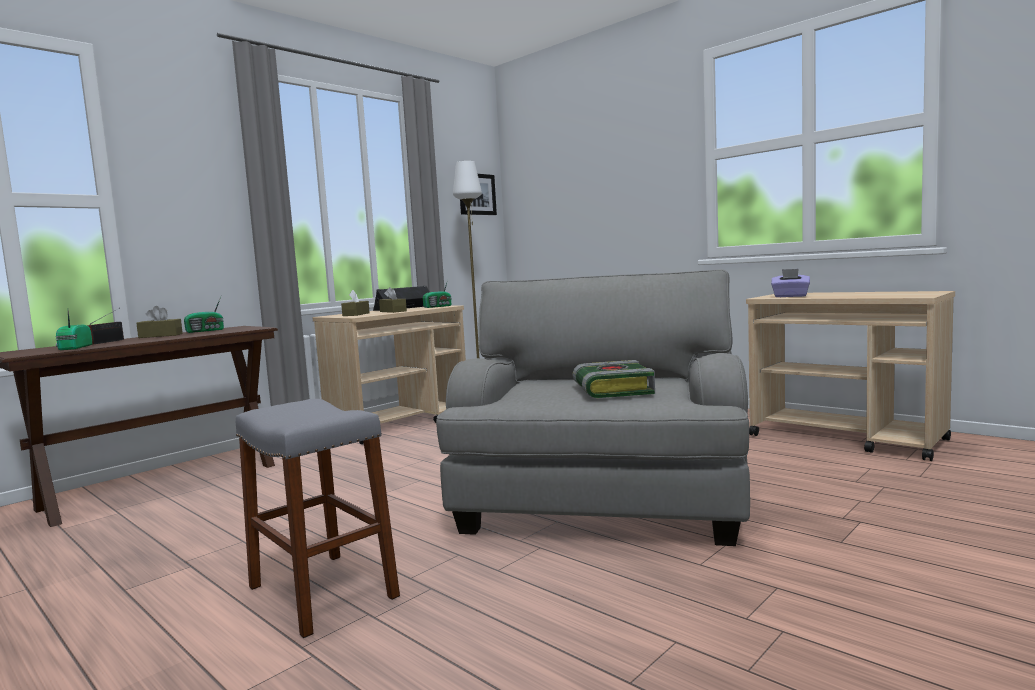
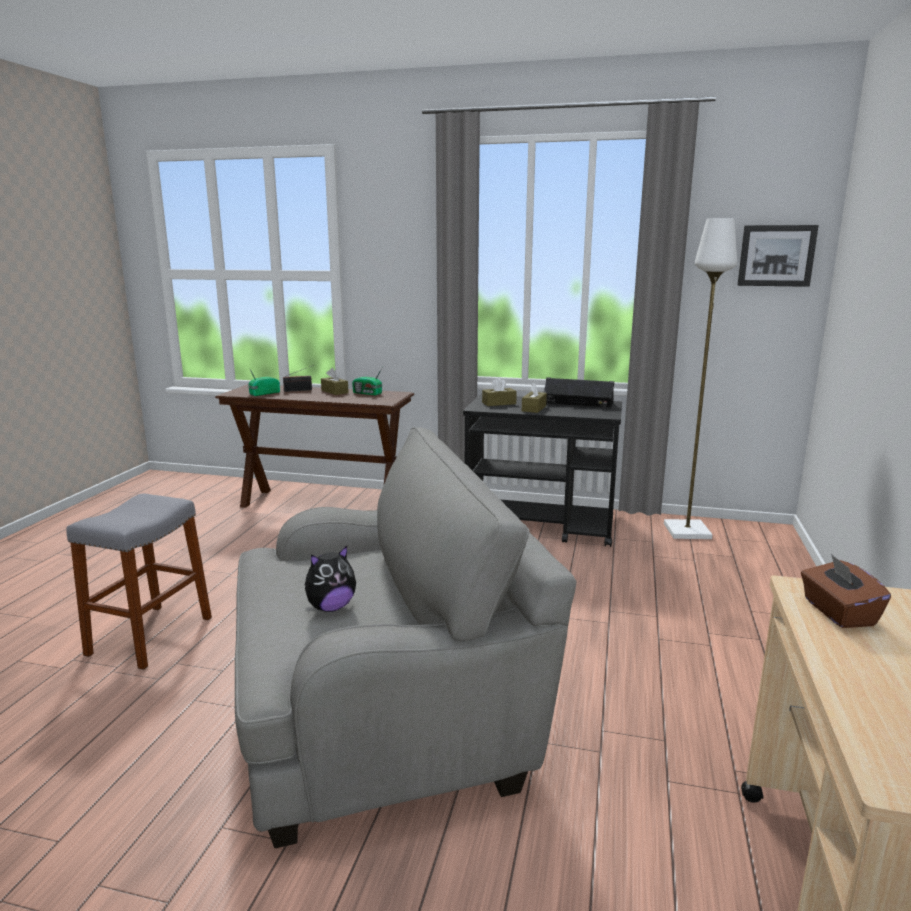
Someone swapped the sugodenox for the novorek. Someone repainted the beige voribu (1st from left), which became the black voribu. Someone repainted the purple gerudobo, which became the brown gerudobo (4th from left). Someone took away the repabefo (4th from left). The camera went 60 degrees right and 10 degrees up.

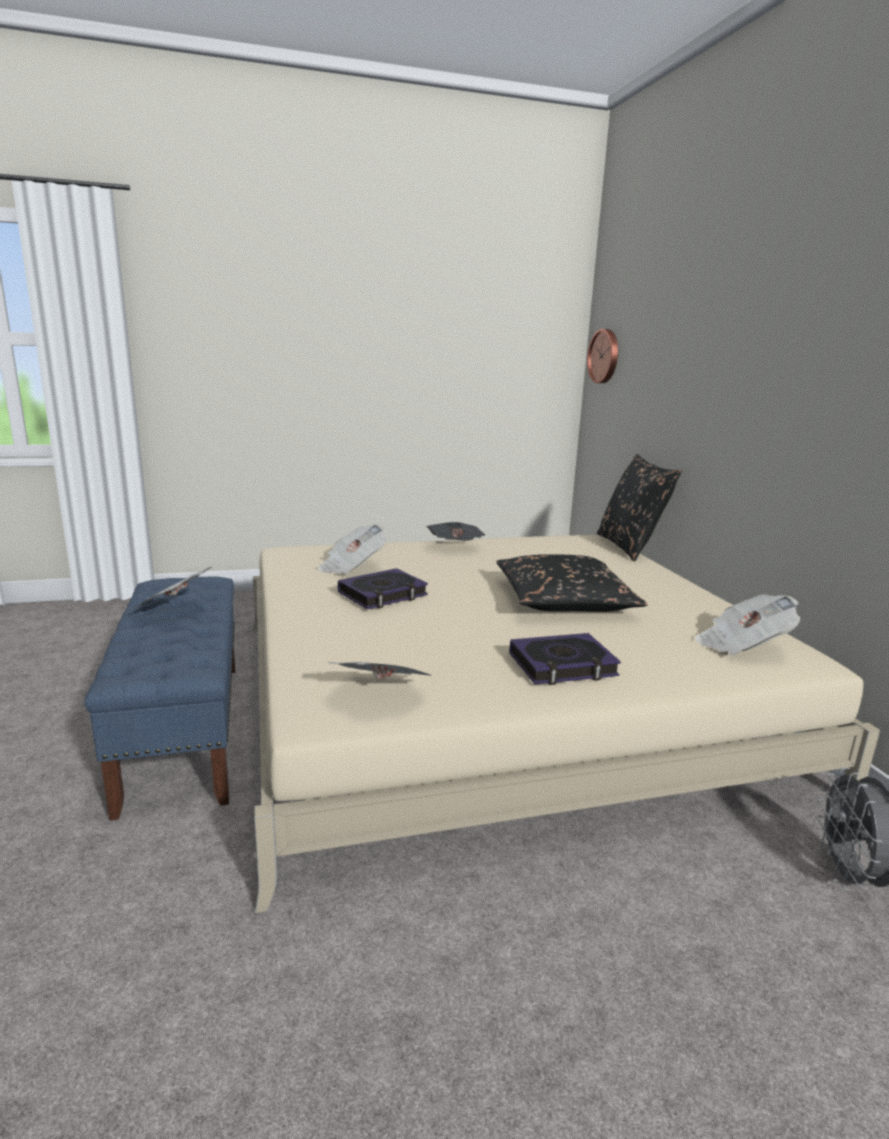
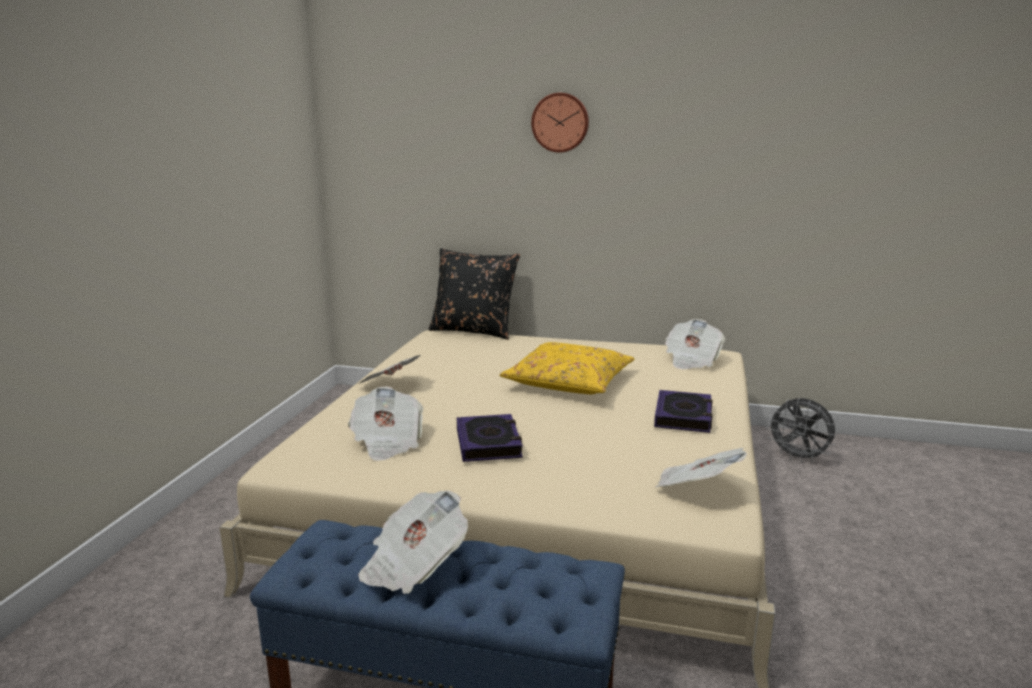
Someone repainted the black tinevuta (1st from left), which became the yellow tinevuta. Someone carried the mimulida. The camera went 60 degrees left and 0 degrees up.

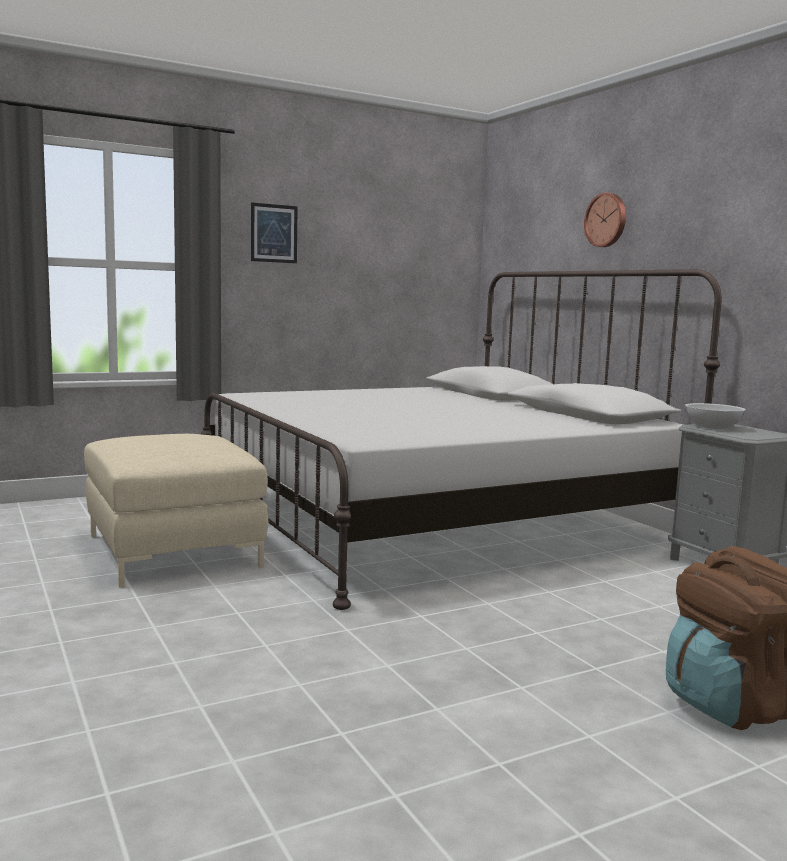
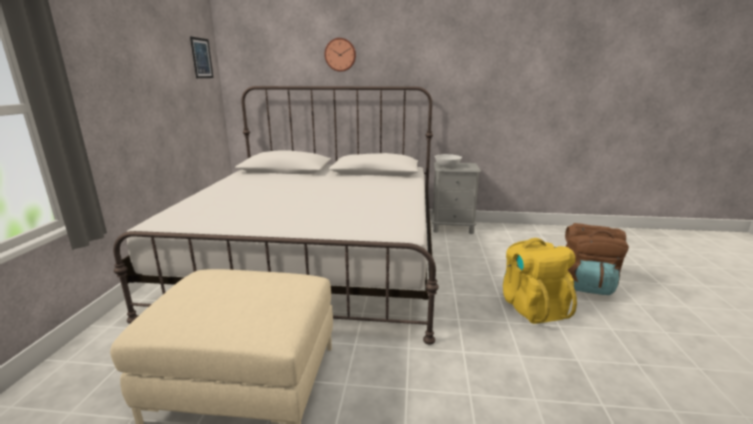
Someone carried the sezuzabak. Someone put down the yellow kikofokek. The camera went 55 degrees left and 10 degrees up.

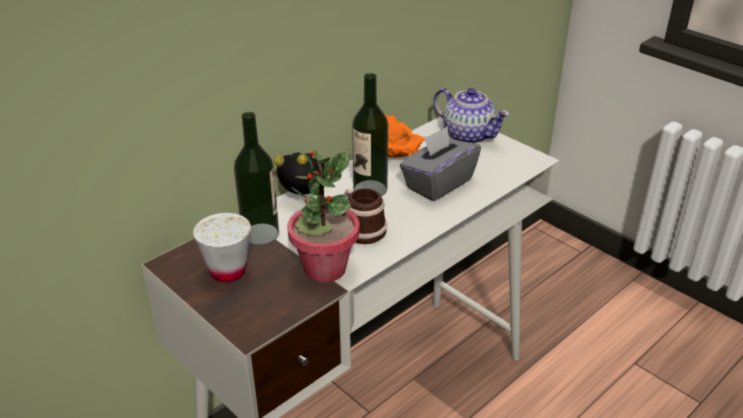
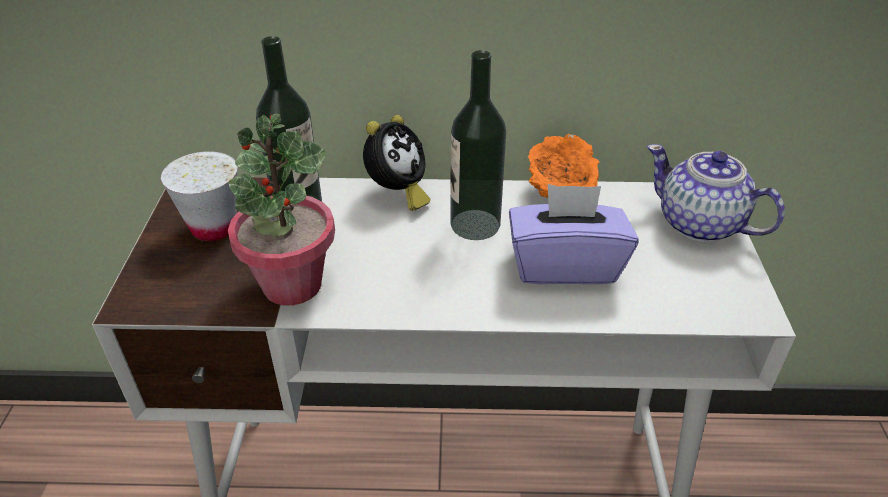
Someone rotated the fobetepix by 60 degrees clockwise. Someone repainted the grey gerudobo, which became the purple gerudobo. Someone rotated the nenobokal by 135 degrees clockwise. Someone took away the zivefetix. The camera went 45 degrees right and 5 degrees up.

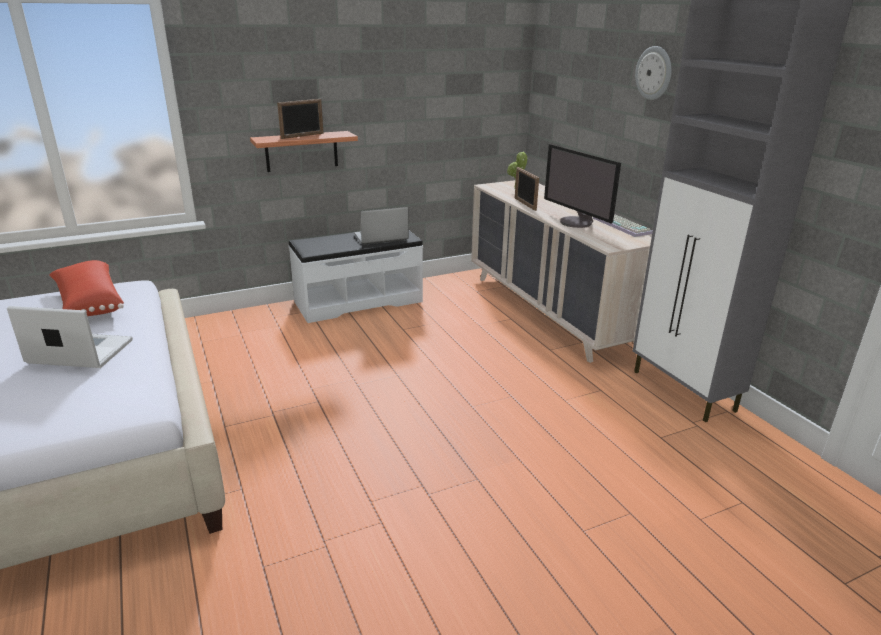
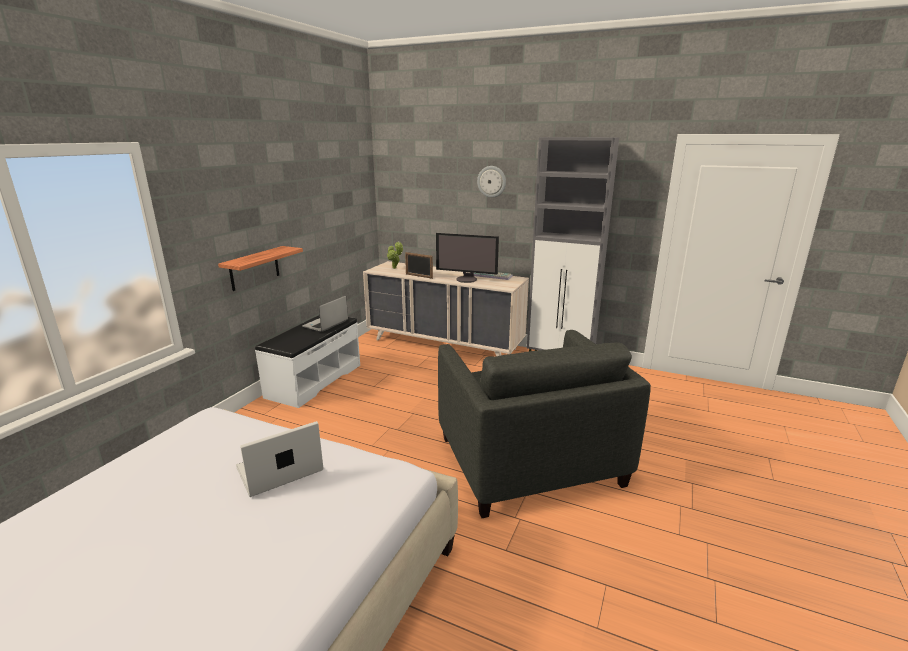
Someone put down the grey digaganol. Someone took away the red tinevuta. Someone took away the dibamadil (1st from left). The camera went 40 degrees left and 5 degrees down.

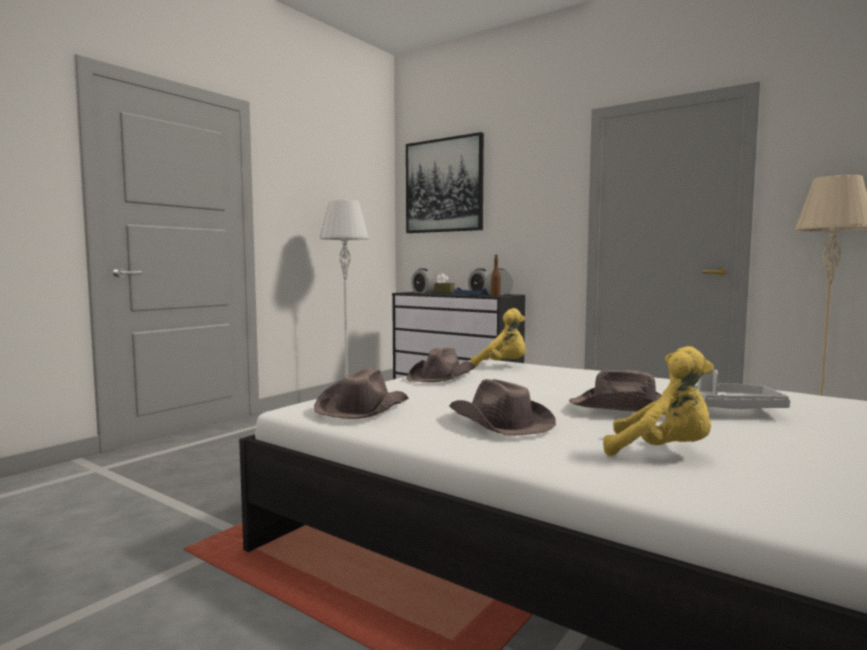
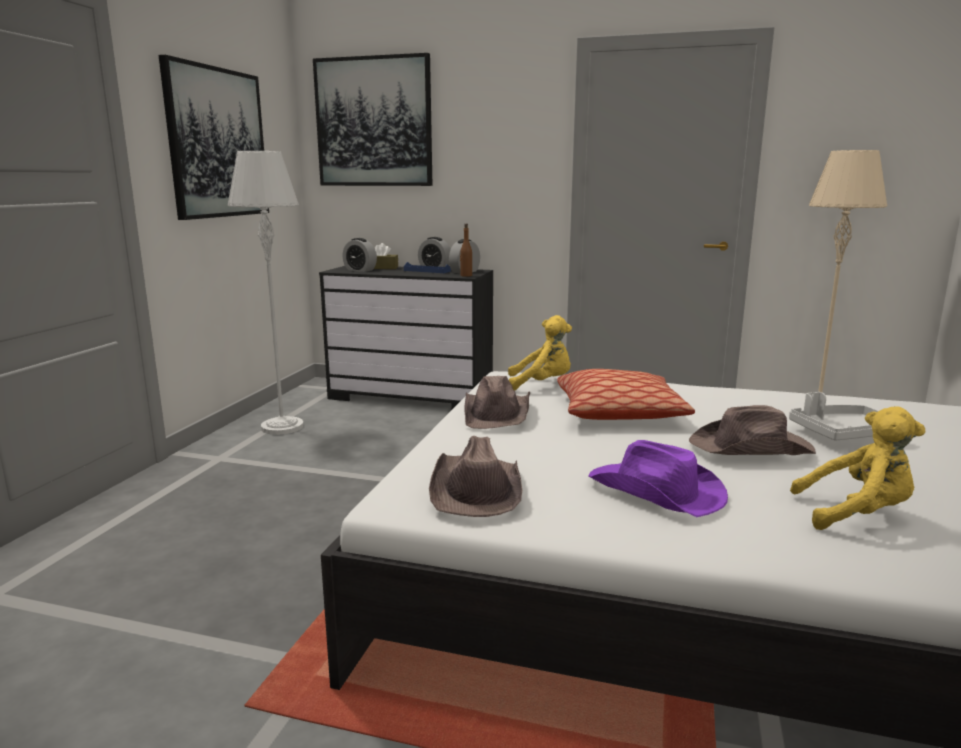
Someone put up the sezuzabak (1st from left). Someone put down the tinevuta. Someone repainted the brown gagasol (3rd from left), which became the purple gagasol. The camera went 20 degrees left and 10 degrees up.

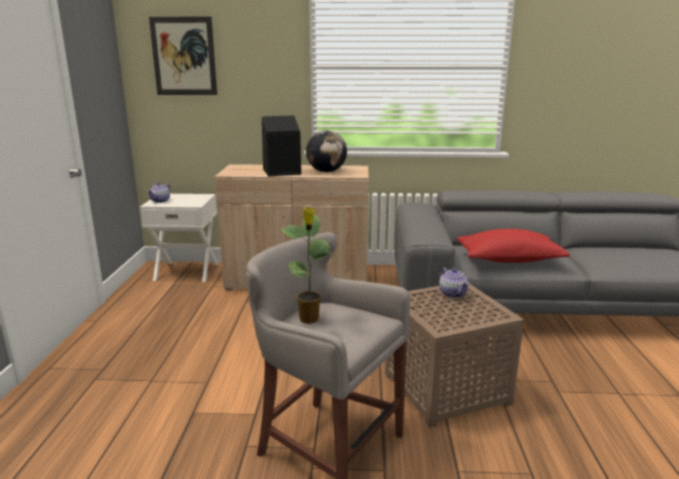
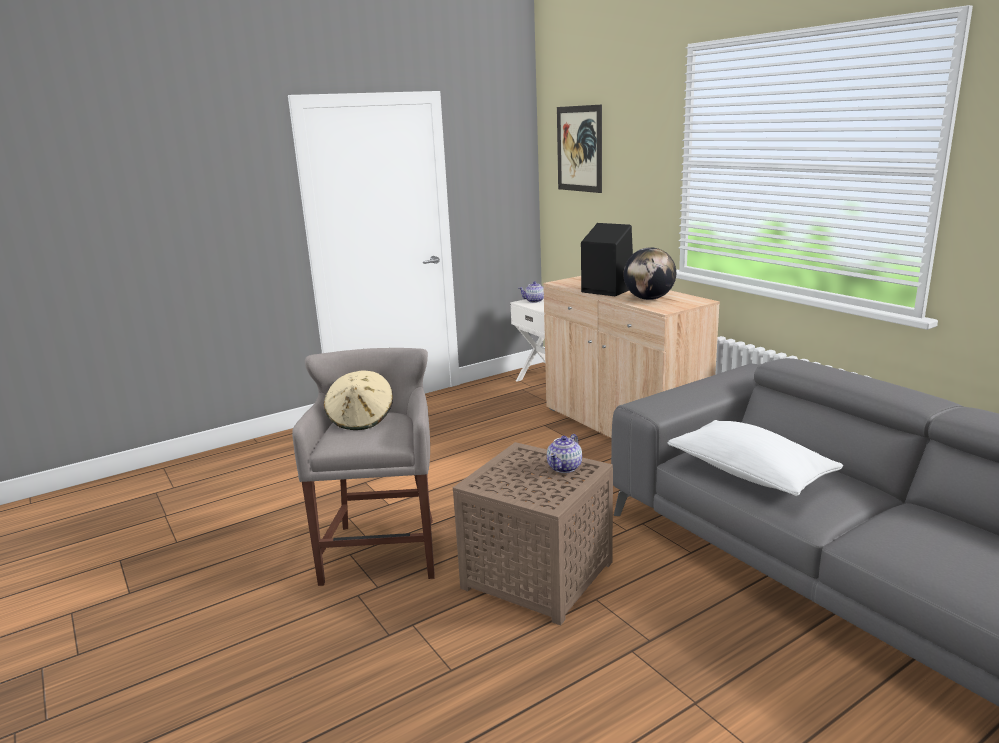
Someone swapped the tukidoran for the beige gagasol. Someone repainted the red tinevuta, which became the white tinevuta. The camera went 55 degrees right and 0 degrees up.

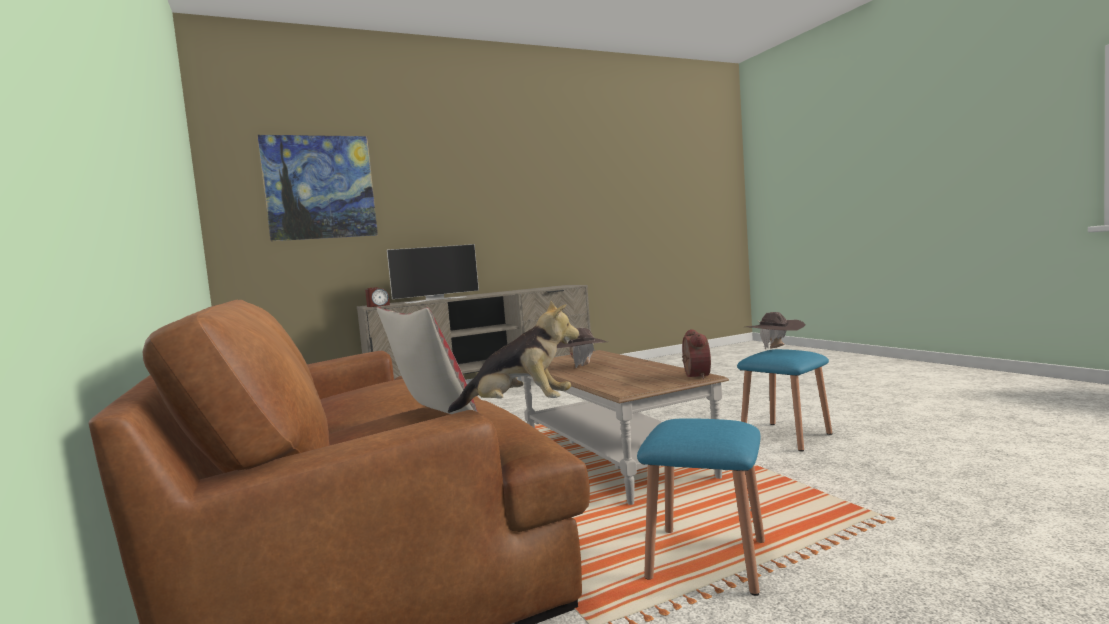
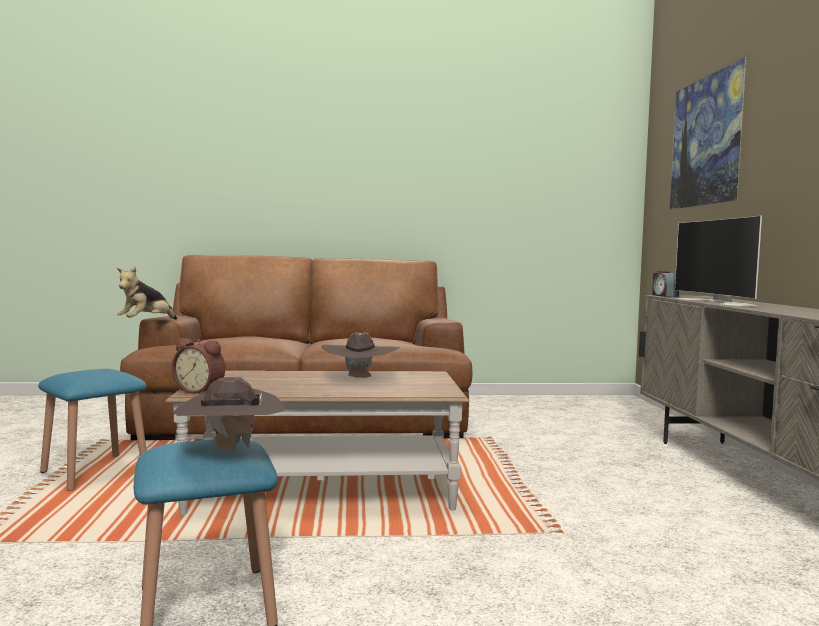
Someone took away the tinevuta. The camera went 110 degrees right and 0 degrees up.

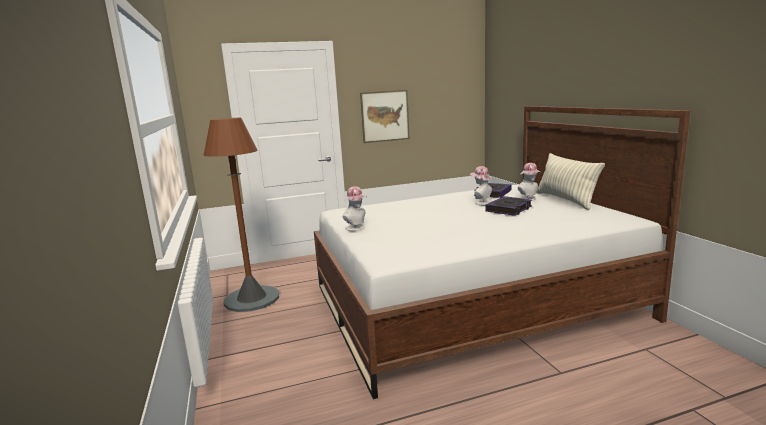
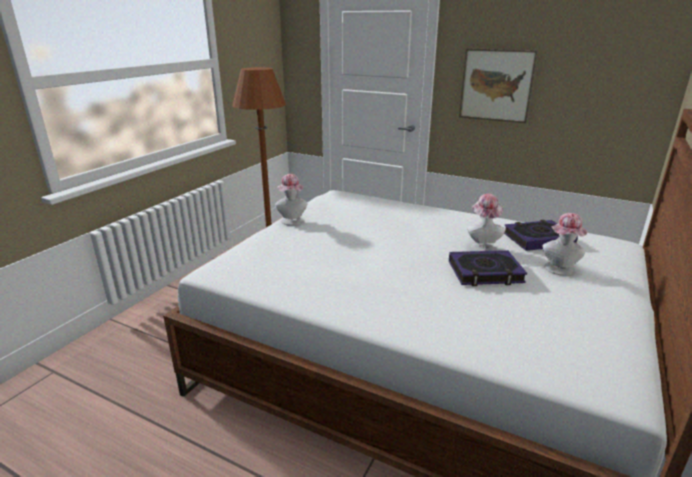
Someone took away the tinevuta. The camera went 45 degrees right and 10 degrees up.

